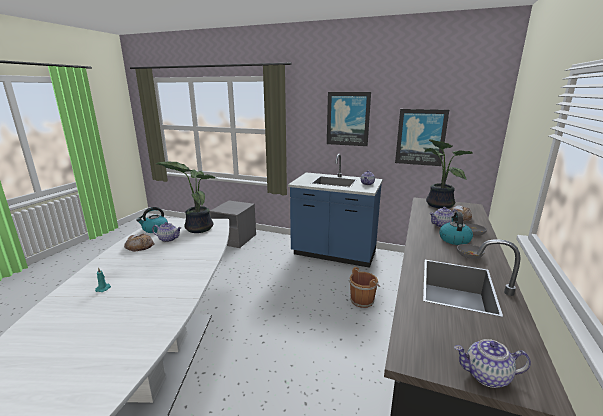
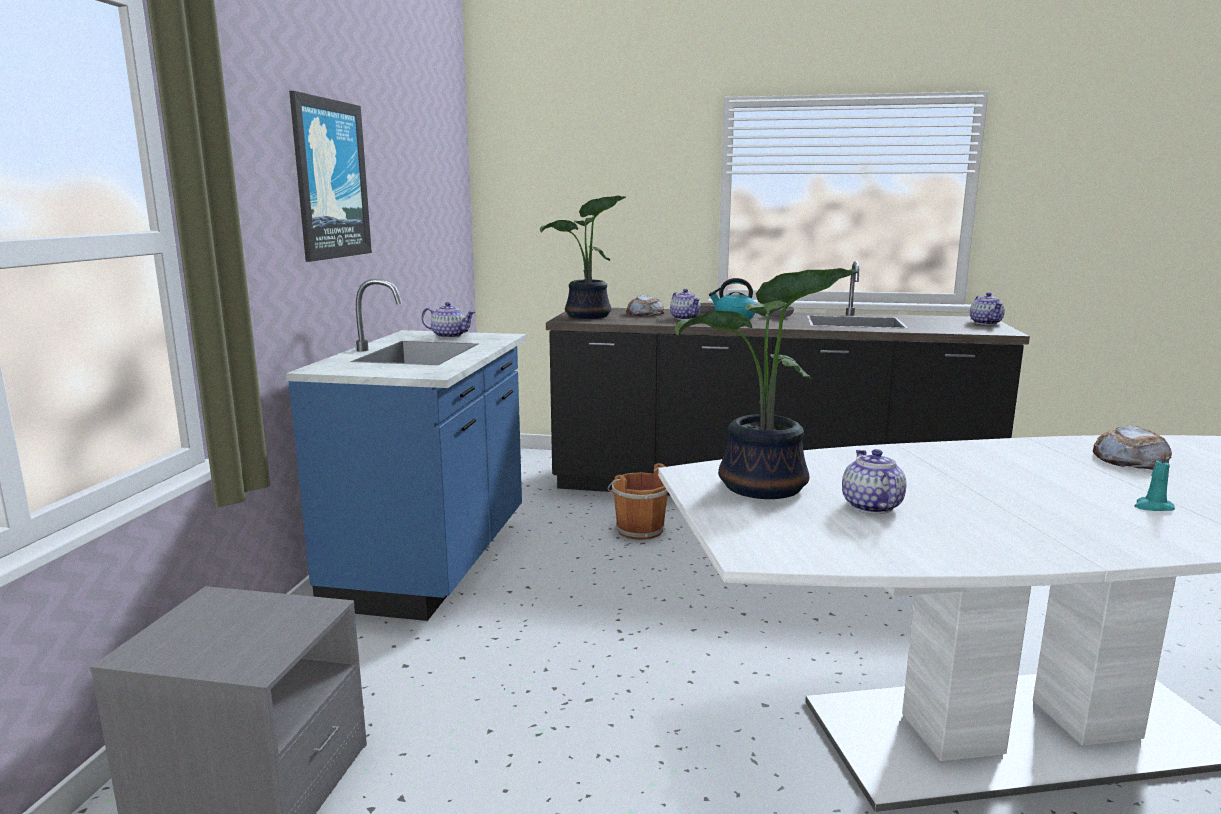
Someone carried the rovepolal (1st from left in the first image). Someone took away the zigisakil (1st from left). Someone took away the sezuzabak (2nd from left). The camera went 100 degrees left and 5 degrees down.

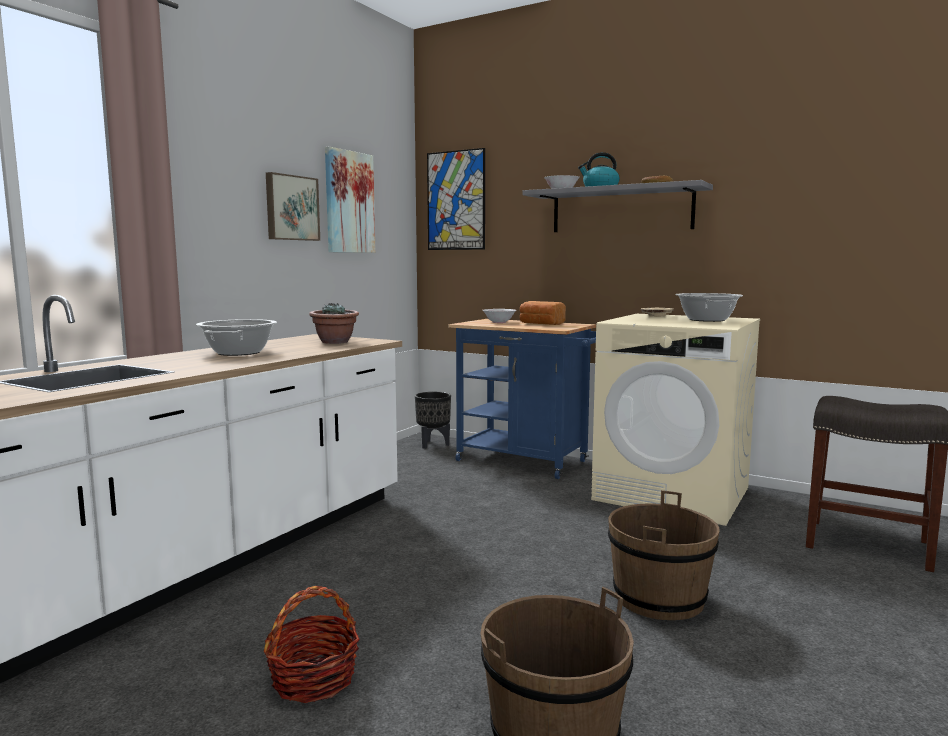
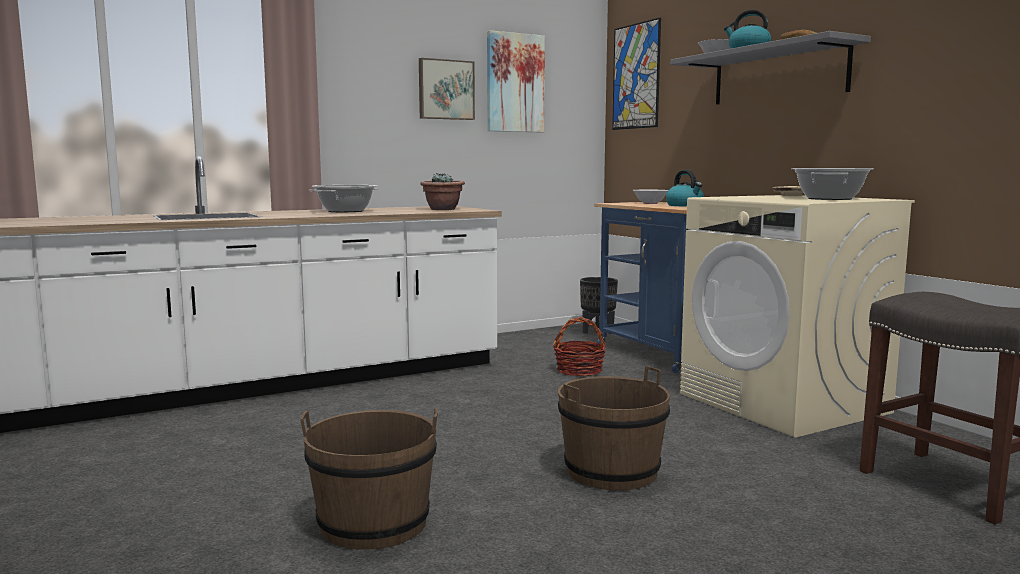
Someone carried the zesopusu. Someone swapped the rovepolal (1st from left) for the zigisakil (1st from left). The camera went 30 degrees right and 0 degrees up.

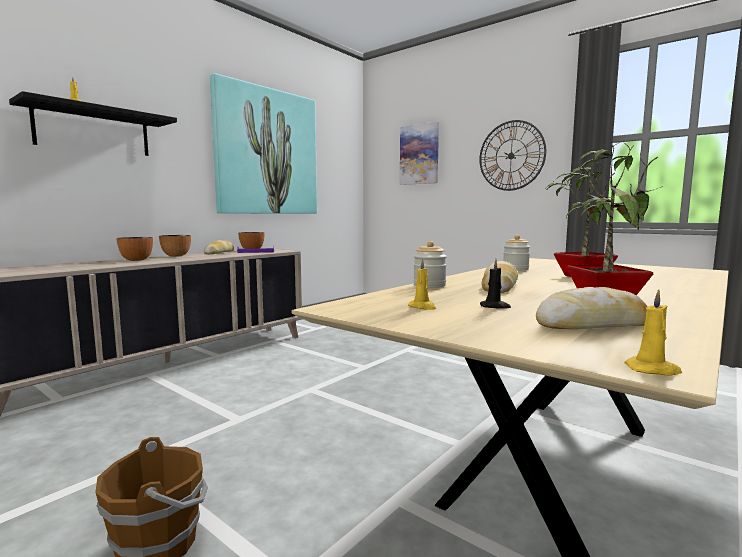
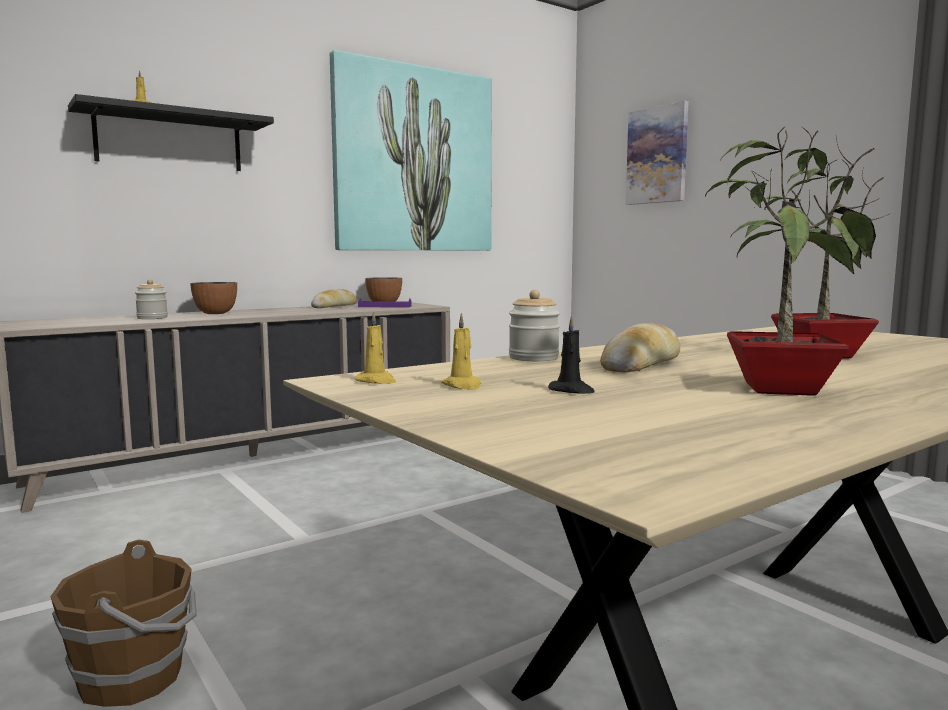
Someone carried the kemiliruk (2nd from left in the first image). Someone carried the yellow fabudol (3rd from left in the first image). Someone took away the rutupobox (2nd from left). Someone took away the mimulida. Someone took away the rovepolal (3rd from left). The camera went 15 degrees right and 0 degrees up.

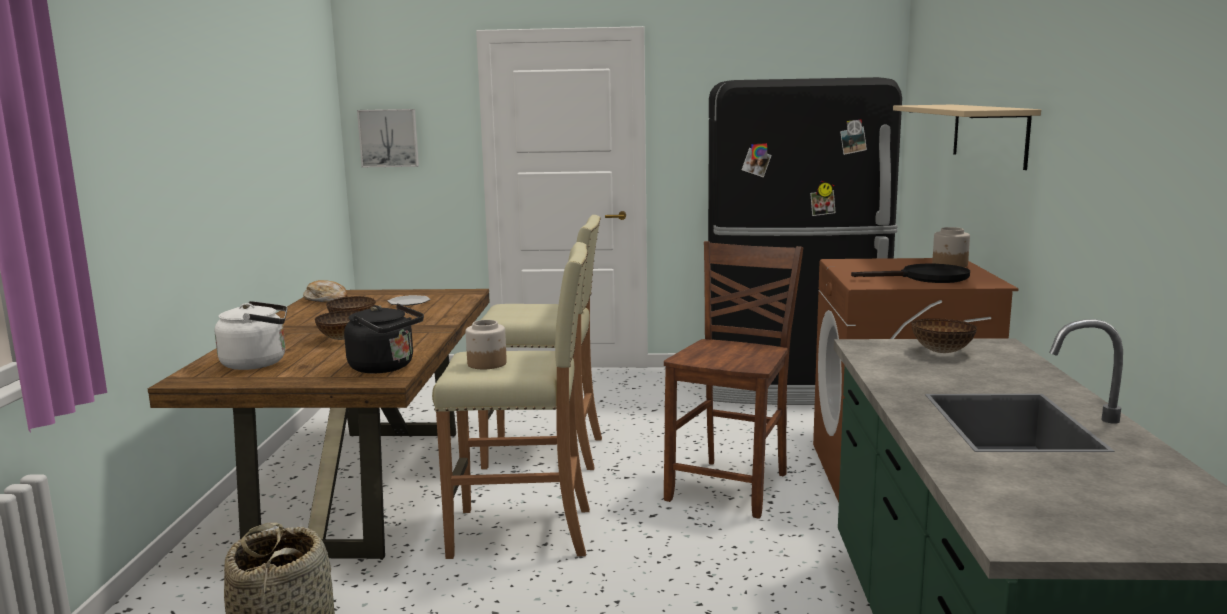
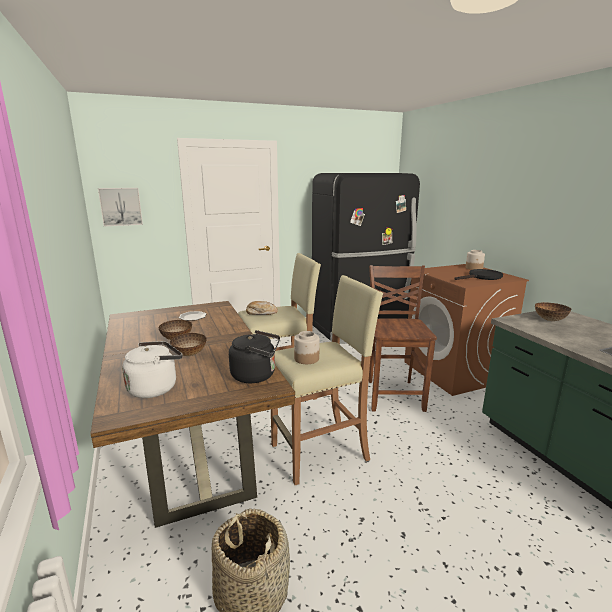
Someone carried the rovepolal. Someone took away the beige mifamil. The camera went 25 degrees left and 5 degrees up.

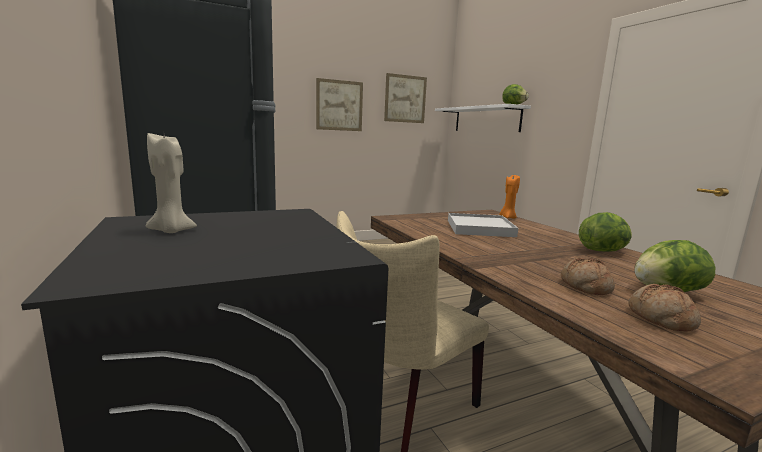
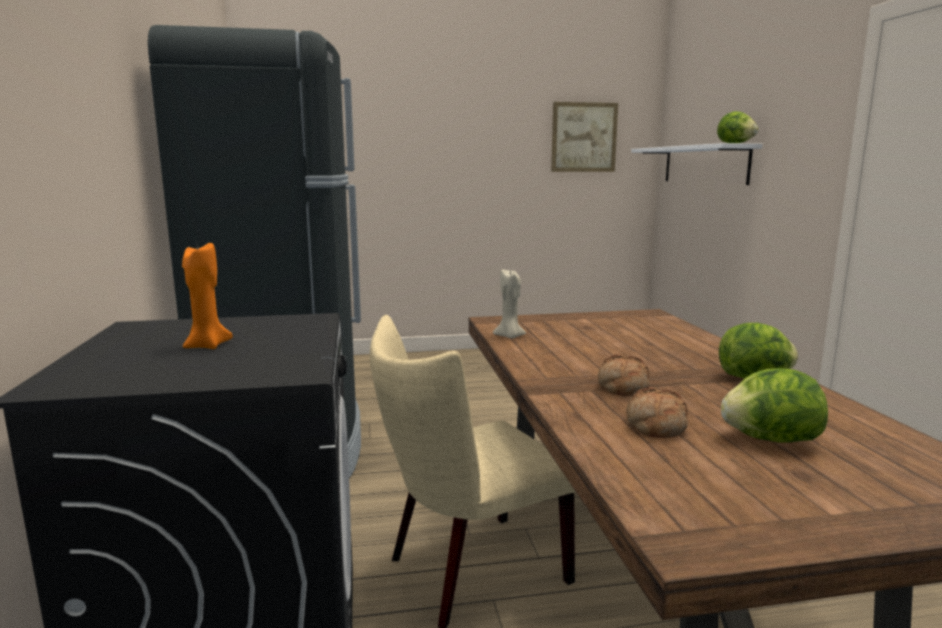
Someone carried the orange fabudol. Someone carried the beige fabudol. Someone carried the rovepolal (2nd from left in the first image). Someone took away the sezuzabak (1st from left). Someone took away the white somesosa. The camera went 15 degrees right and 0 degrees up.

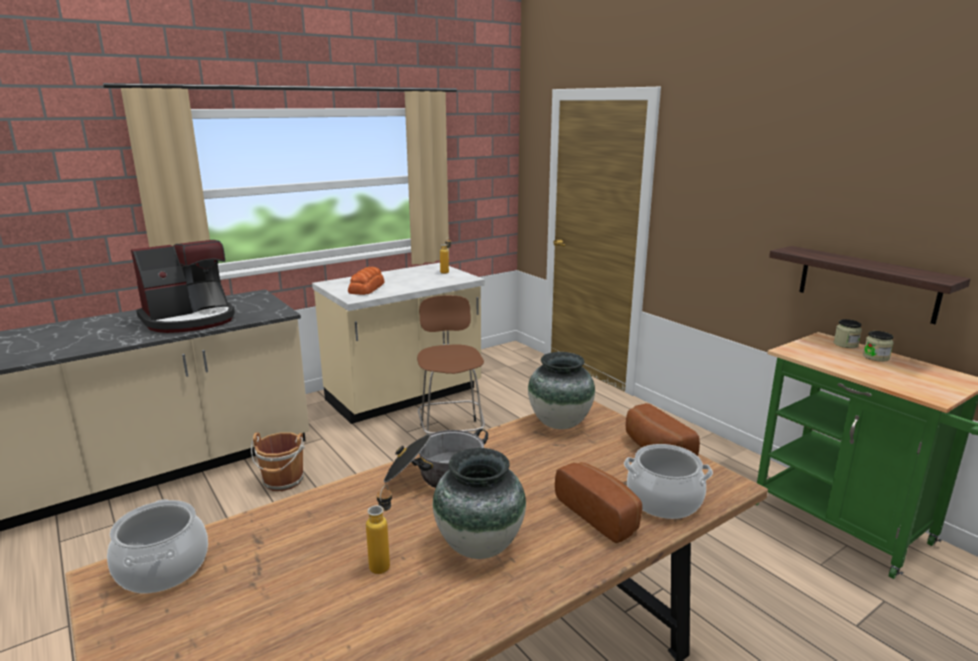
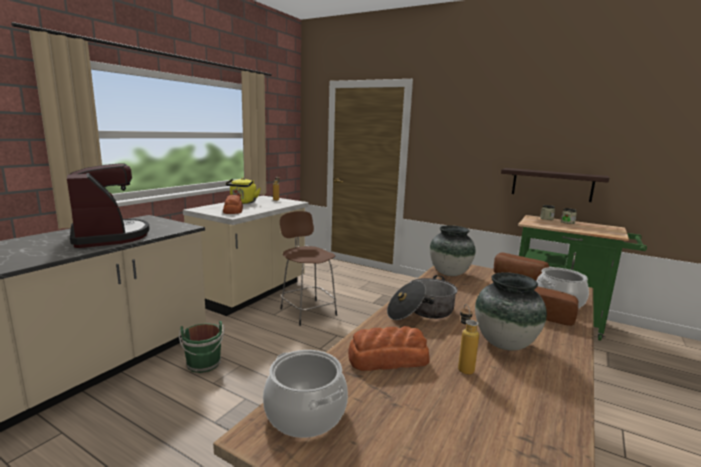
Someone rotated the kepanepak by 60 degrees counterclockwise. Someone repainted the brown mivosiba, which became the green mivosiba. Someone put down the yellow zigisakil. Someone put down the rovepolal (2nd from left). The camera went 25 degrees left and 5 degrees down.

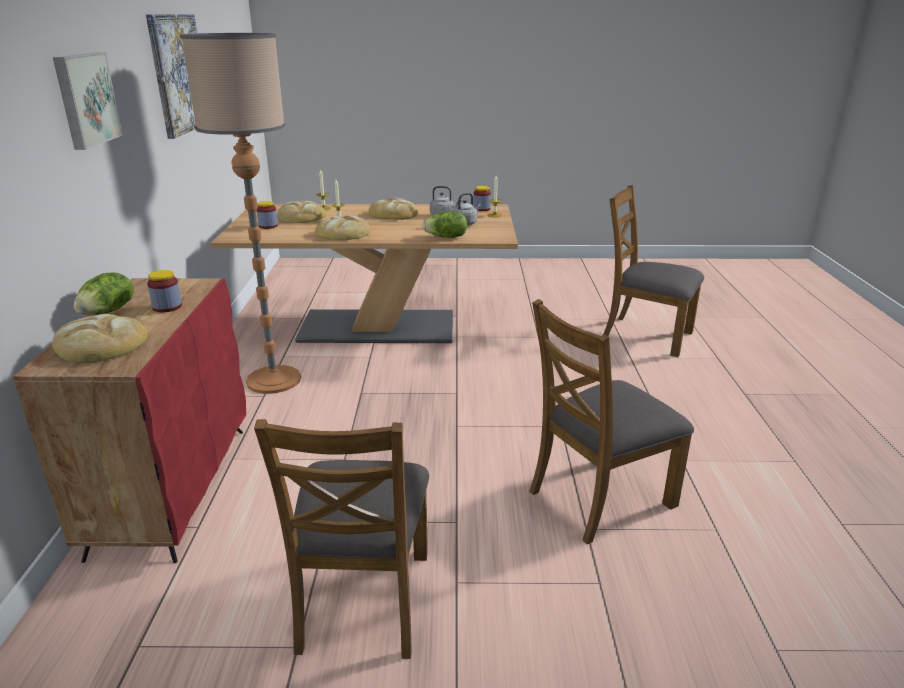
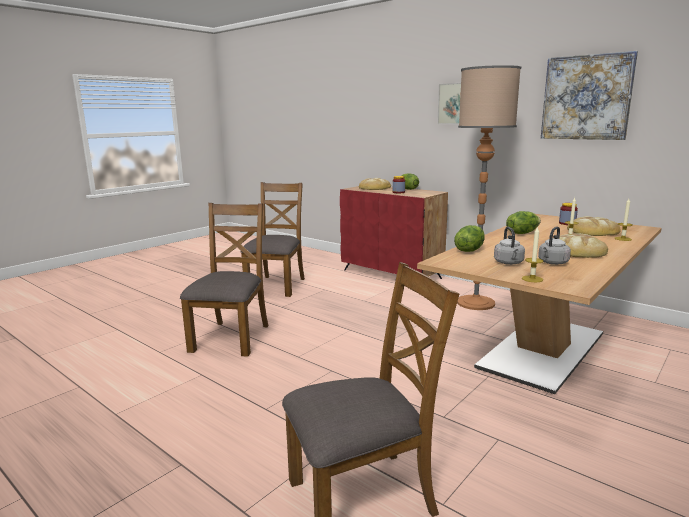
Someone rotated the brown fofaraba (1st from left in the first image) by 60 degrees clockwise. Someone swapped the rovepolal (3rd from left) for the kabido (3rd from left). Someone took away the kemiliruk (3rd from left). The camera went 130 degrees right and 10 degrees down.

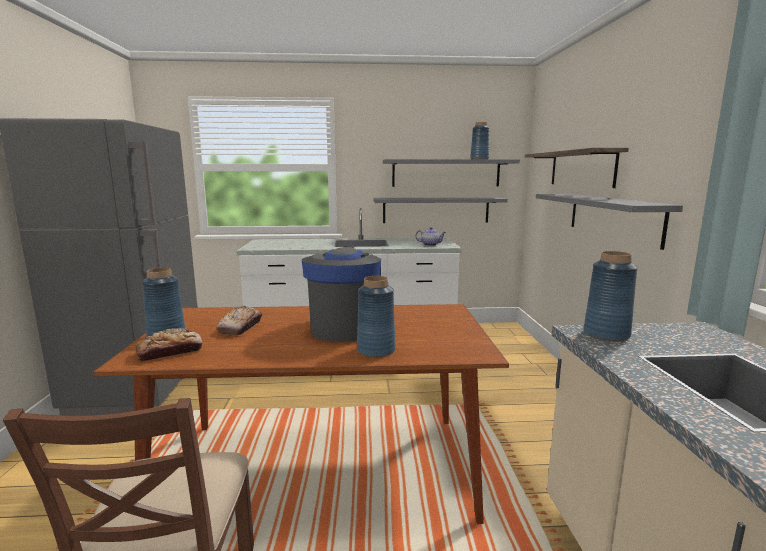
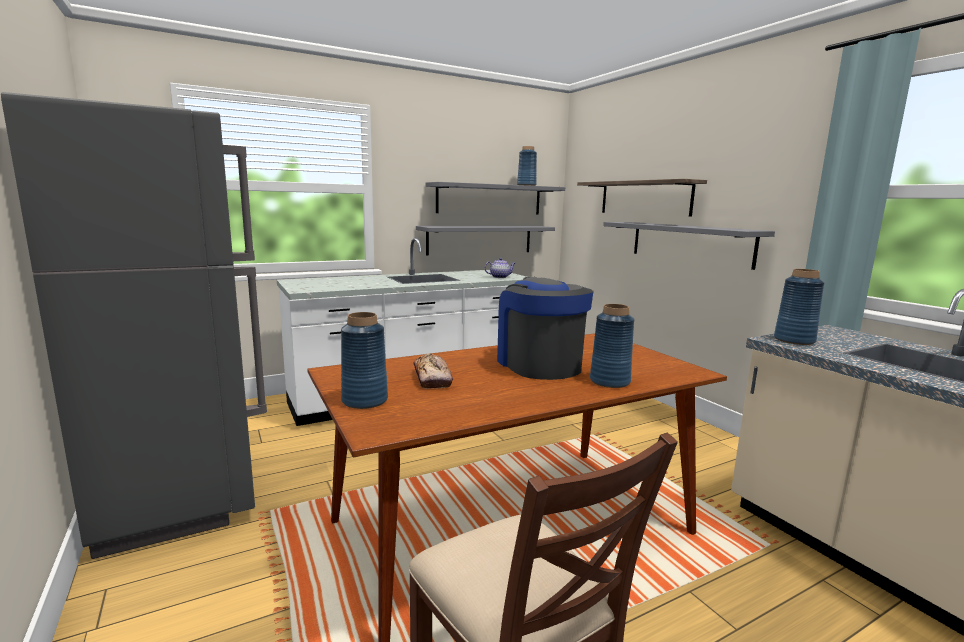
Someone took away the rovepolal (1st from left). The camera went 25 degrees left and 0 degrees up.

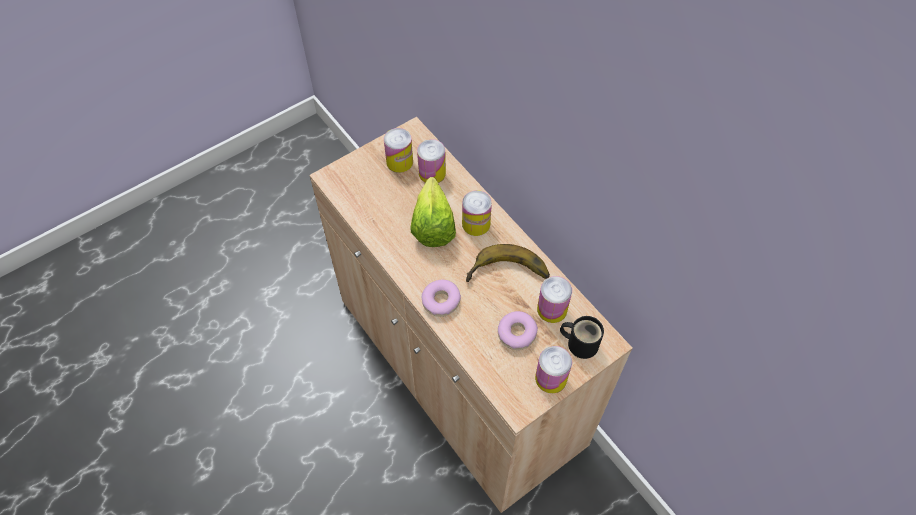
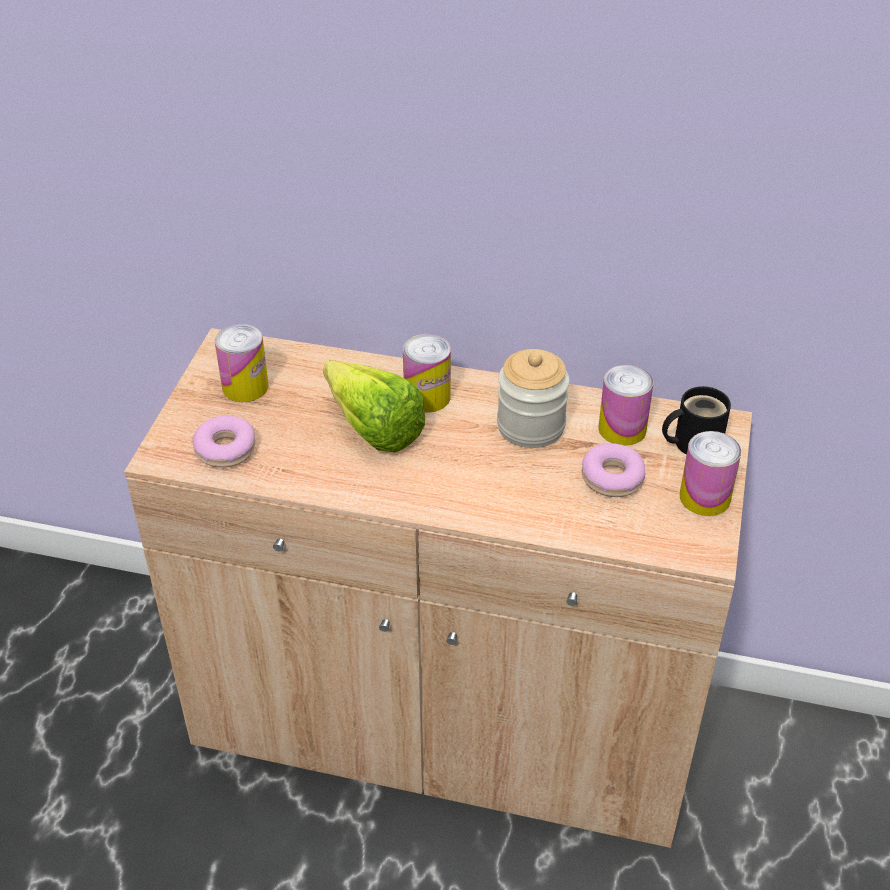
Someone carried the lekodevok (1st from left). Someone swapped the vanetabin for the kemiliruk. Someone took away the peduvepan (2nd from left). The camera went 40 degrees left and 15 degrees down.

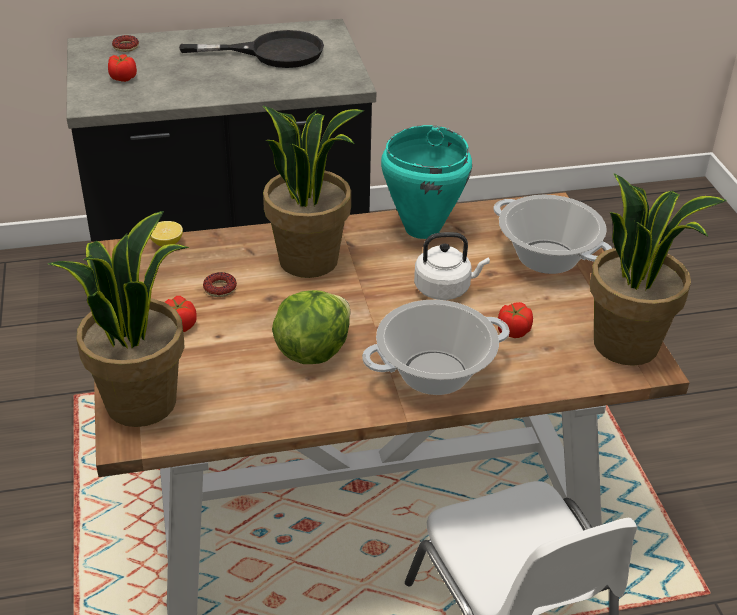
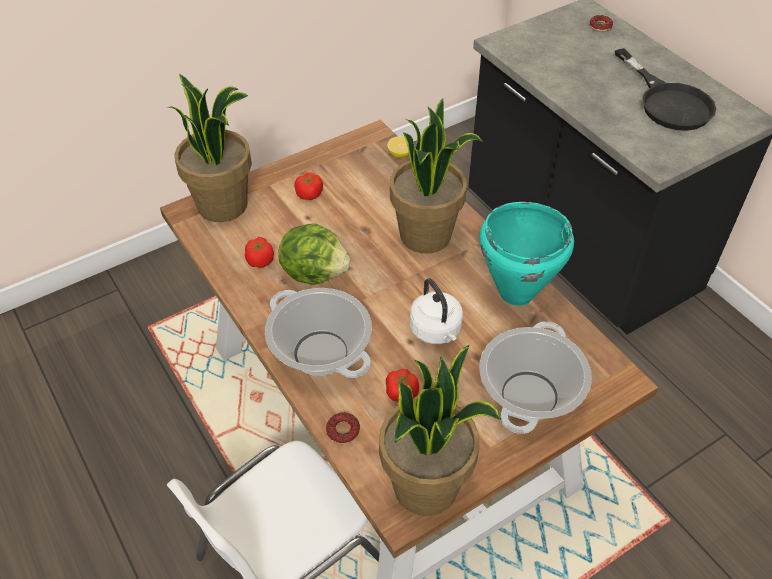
Someone carried the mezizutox (1st from left). Someone carried the lekodevok (2nd from left in the first image). The camera went 70 degrees right and 10 degrees up.

